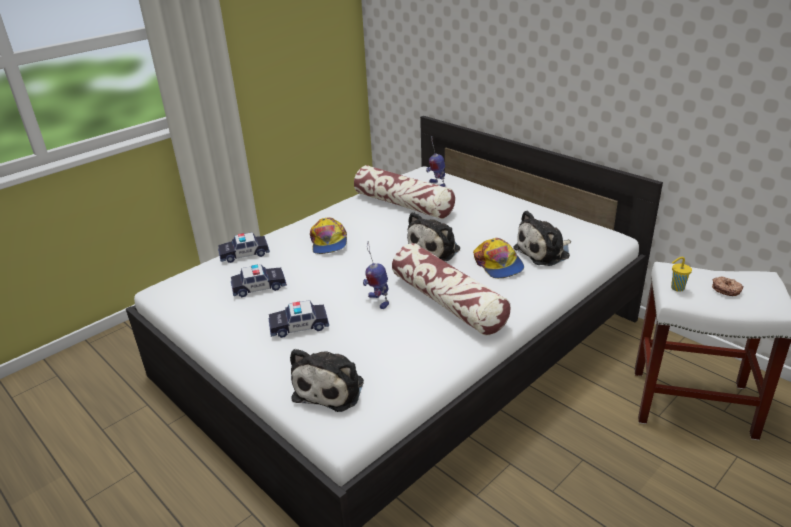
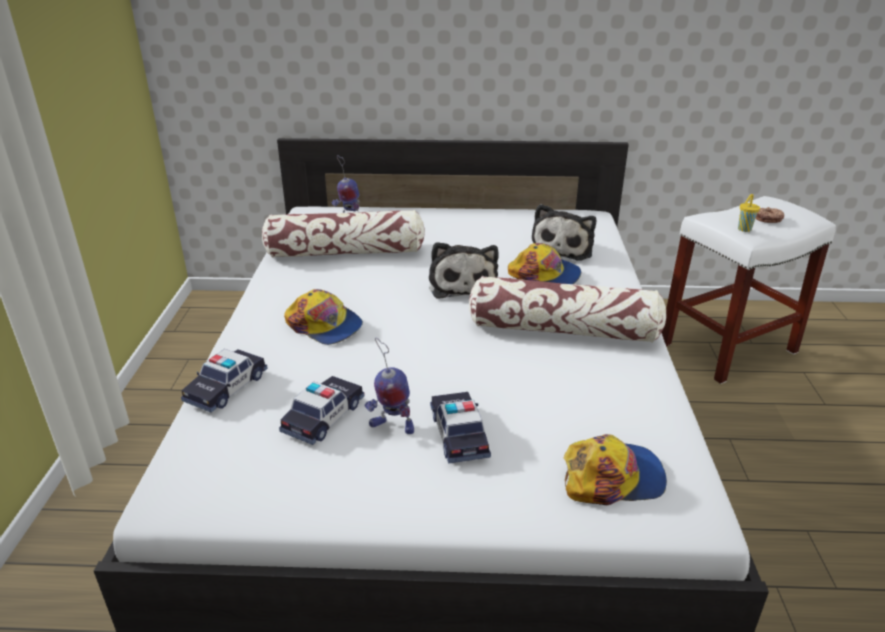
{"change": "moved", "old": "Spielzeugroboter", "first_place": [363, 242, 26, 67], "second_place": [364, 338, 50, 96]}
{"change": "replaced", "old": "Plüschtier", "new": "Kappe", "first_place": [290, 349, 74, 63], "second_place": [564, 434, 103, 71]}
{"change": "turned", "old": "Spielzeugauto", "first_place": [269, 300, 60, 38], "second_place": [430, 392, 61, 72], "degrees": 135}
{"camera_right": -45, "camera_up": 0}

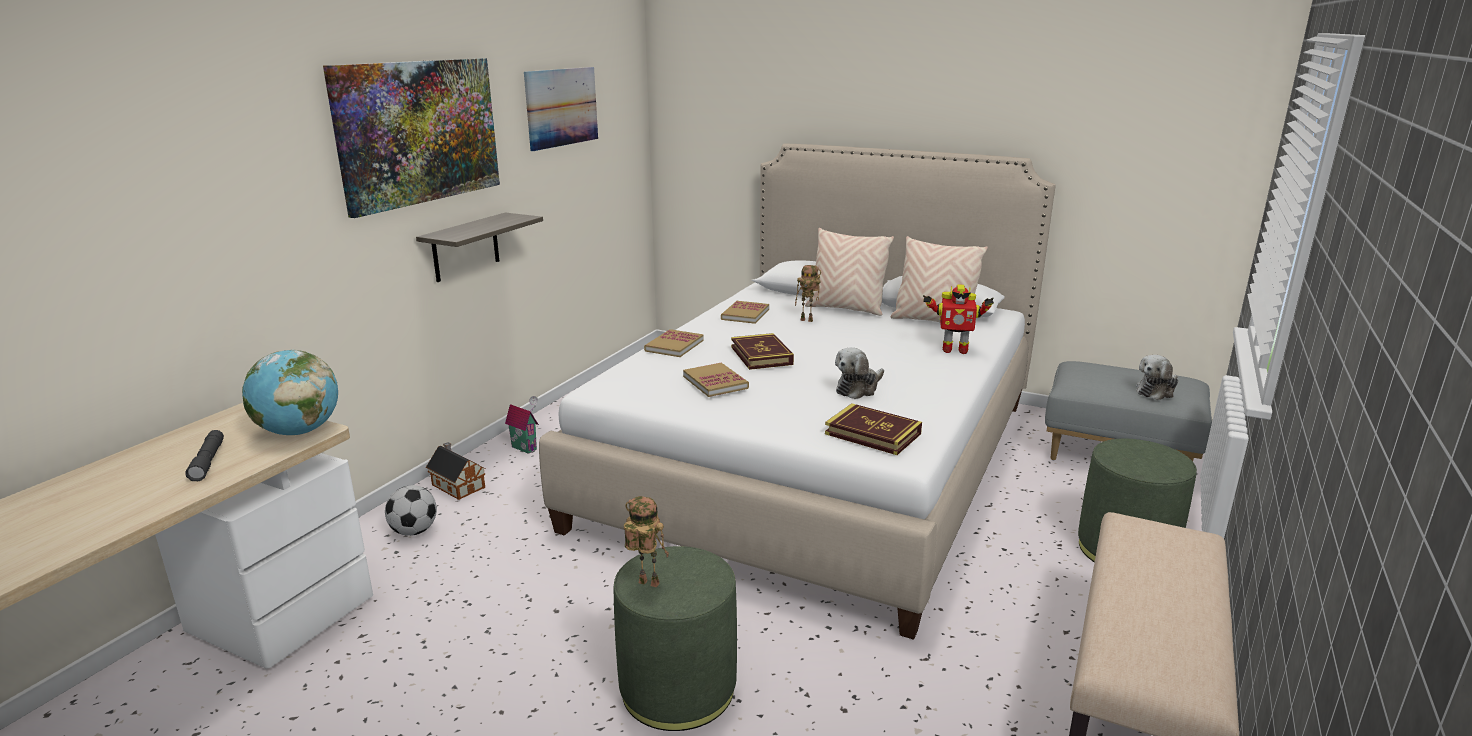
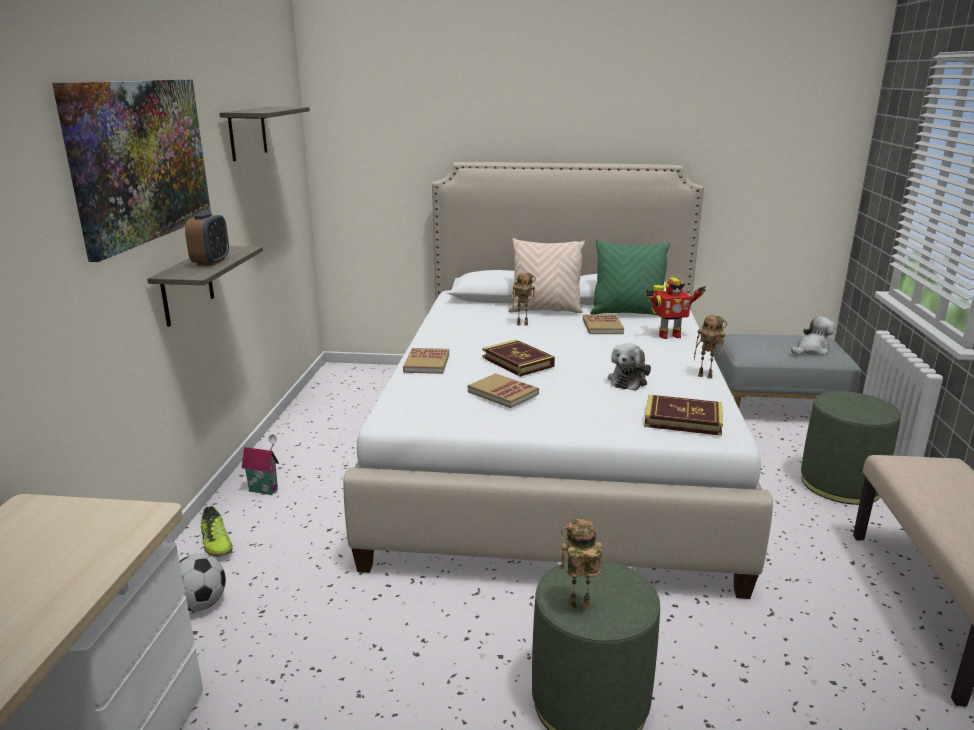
{"change": "removed", "old": "Taschenlampe (grau)", "first_place": [185, 430, 39, 51]}
{"change": "removed", "old": "Globus", "first_place": [242, 350, 96, 85]}
{"change": "added", "new": "Wecker", "second_place": [185, 212, 44, 54]}
{"change": "added", "new": "Spielzeugroboter", "second_place": [694, 315, 33, 64]}
{"change": "moved", "old": "Buch", "first_place": [721, 301, 48, 23], "second_place": [583, 314, 41, 20]}
{"change": "replaced", "old": "Spielzeughaus", "new": "Schuh", "first_place": [426, 442, 59, 58], "second_place": [201, 506, 32, 51]}
{"change": "replaced", "old": "Bild", "new": "Wandregal", "first_place": [524, 67, 74, 84], "second_place": [219, 107, 91, 54]}
{"change": "recoloured", "old": "Kissen (beige)", "new": "Kissen (grün)", "first_place": [890, 236, 98, 86], "second_place": [590, 240, 80, 76]}
{"change": "turned", "old": "Plüschtier", "first_place": [1136, 355, 42, 45], "second_place": [791, 316, 44, 39], "degrees": -150}
{"camera_right": -20, "camera_up": 0}

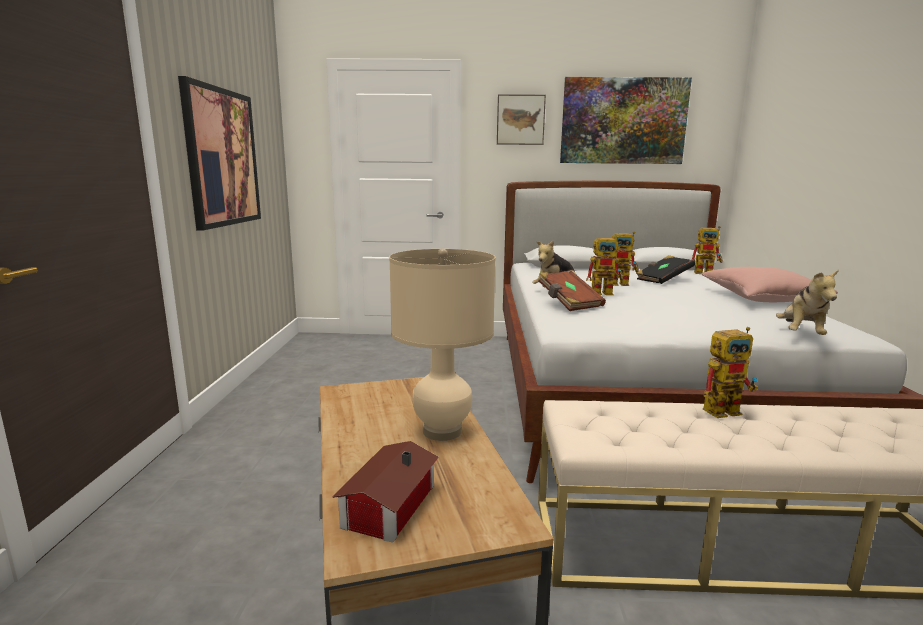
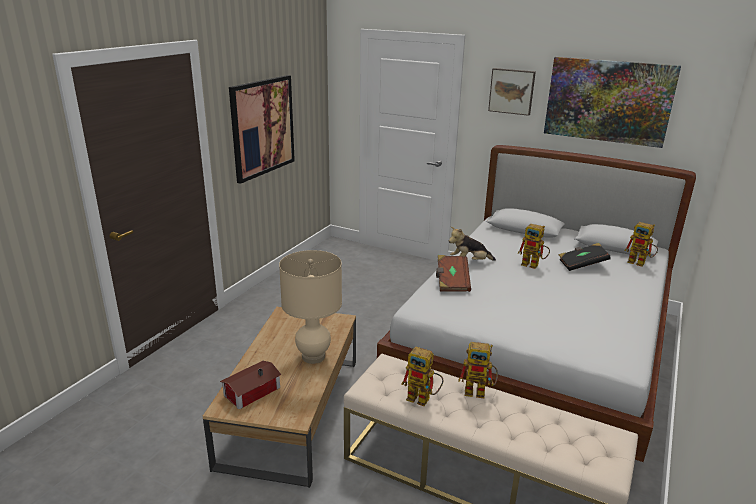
{"change": "removed", "old": "Kissen (rosa)", "first_place": [701, 267, 137, 35]}
{"change": "removed", "old": "Plüschtier", "first_place": [776, 269, 63, 66]}
{"change": "moved", "old": "Spielzeugroboter", "first_place": [586, 236, 37, 59], "second_place": [401, 347, 42, 59]}
{"camera_right": 25, "camera_up": 10}

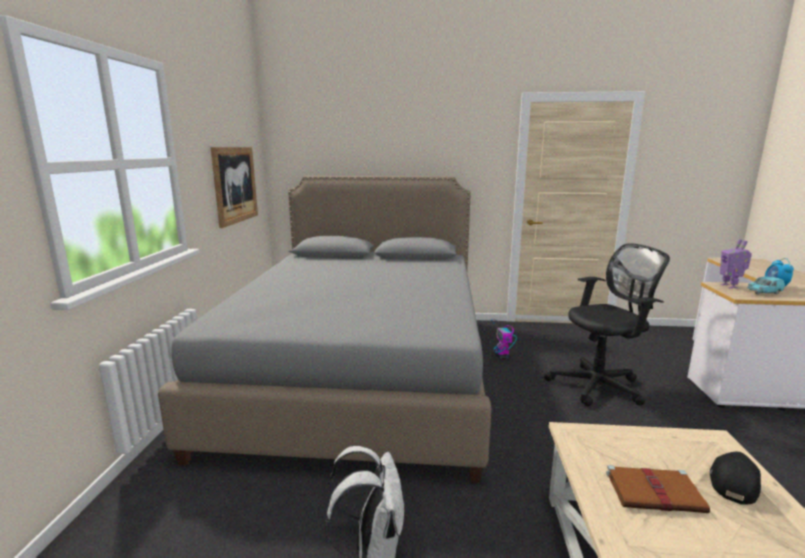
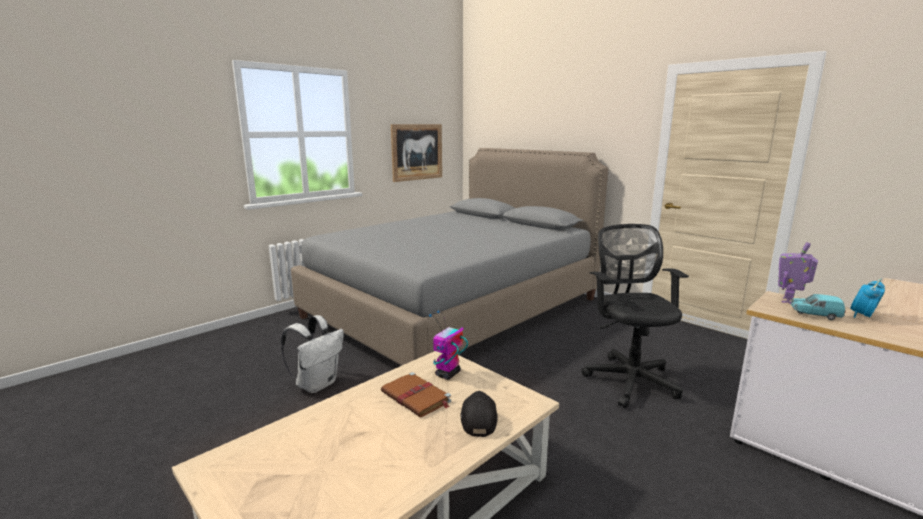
{"change": "moved", "old": "Spielzeugroboter", "first_place": [491, 319, 26, 40], "second_place": [429, 310, 39, 70]}
{"change": "turned", "old": "Bürostuhl (schwarz)", "first_place": [544, 243, 126, 163], "second_place": [582, 224, 107, 184], "degrees": -120}
{"change": "turned", "old": "Kappe (schwarz)", "first_place": [710, 451, 51, 54], "second_place": [460, 391, 38, 46], "degrees": -75}
{"camera_right": 40, "camera_up": 0}

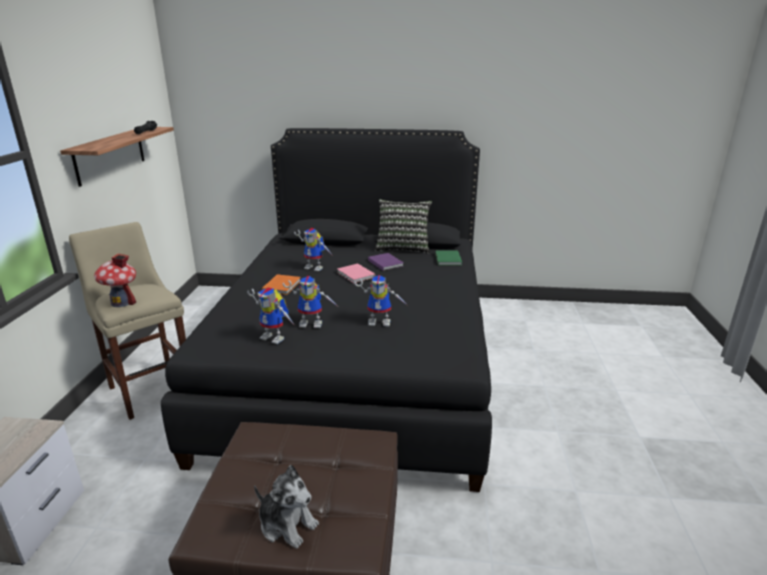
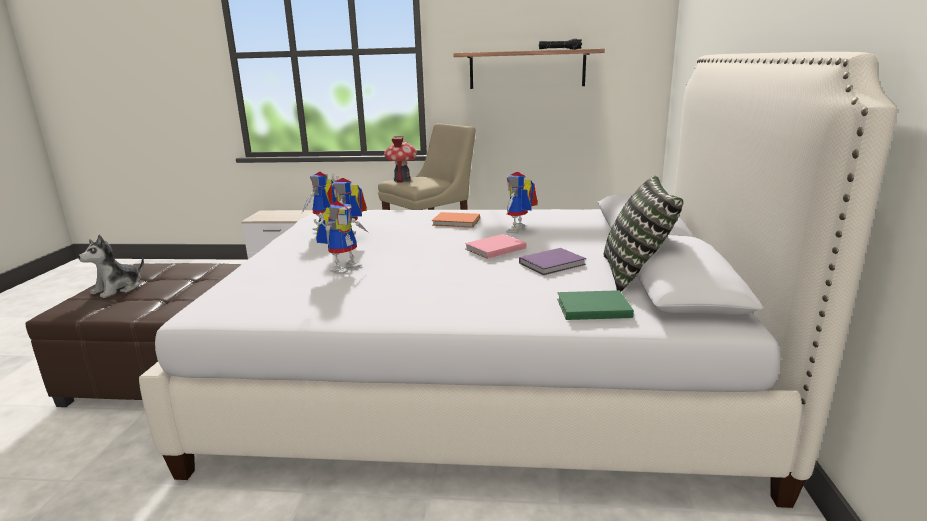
{"change": "recoloured", "old": "Bett (schwarz)", "new": "Bett (weiß)", "first_place": [161, 128, 331, 364], "second_place": [139, 52, 757, 456]}
{"change": "turned", "old": "Spielzeugroboter", "first_place": [354, 275, 53, 52], "second_place": [314, 201, 55, 73], "degrees": -150}
{"camera_right": 90, "camera_up": -5}

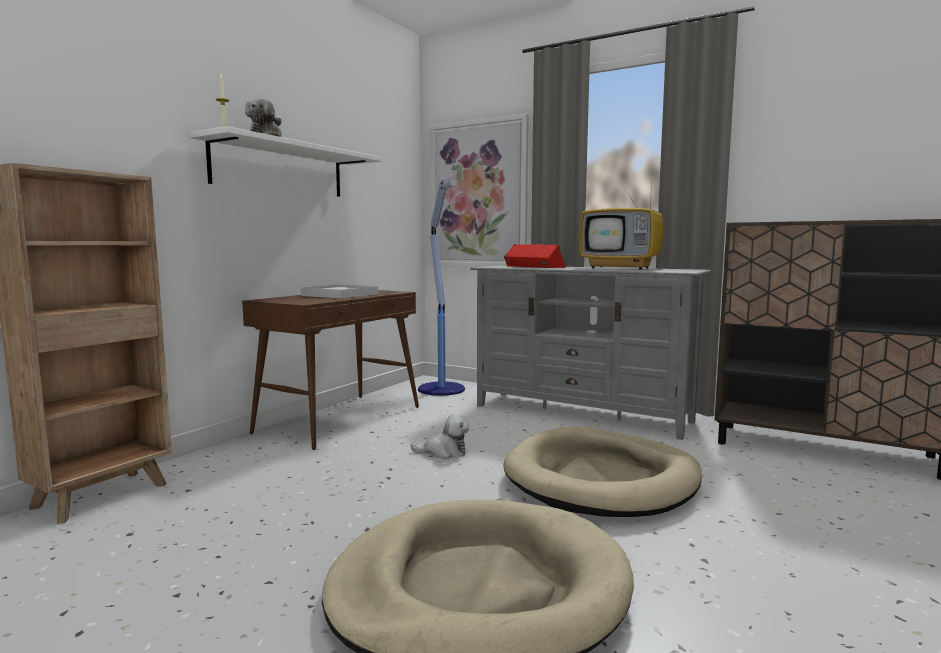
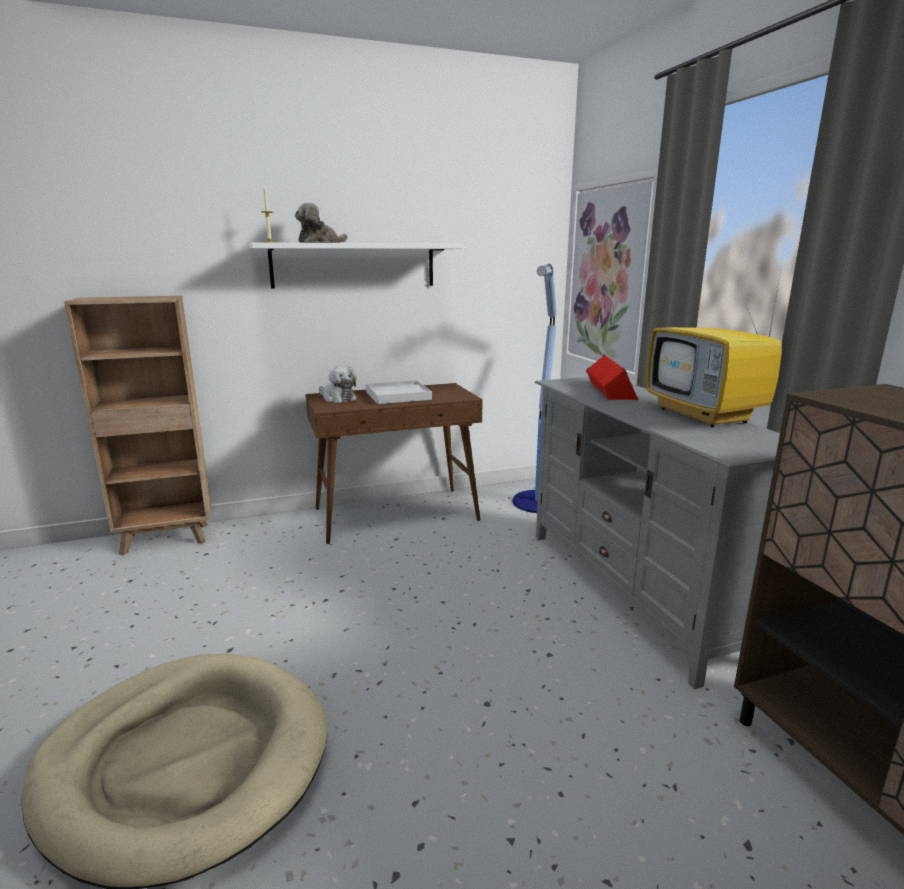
{"change": "removed", "old": "Hundebett (beige)", "first_place": [503, 426, 199, 91]}
{"change": "moved", "old": "Plüschtier", "first_place": [410, 414, 60, 45], "second_place": [319, 365, 38, 38]}
{"camera_right": 40, "camera_up": 10}

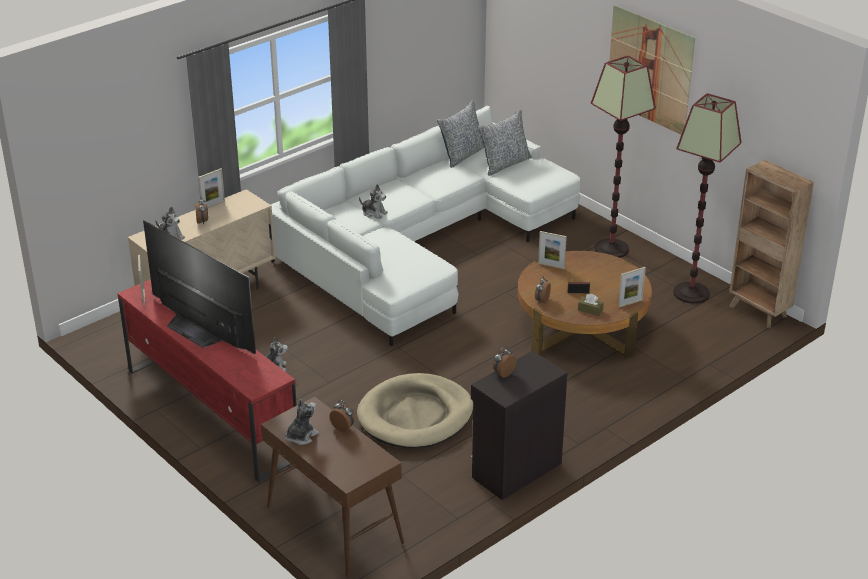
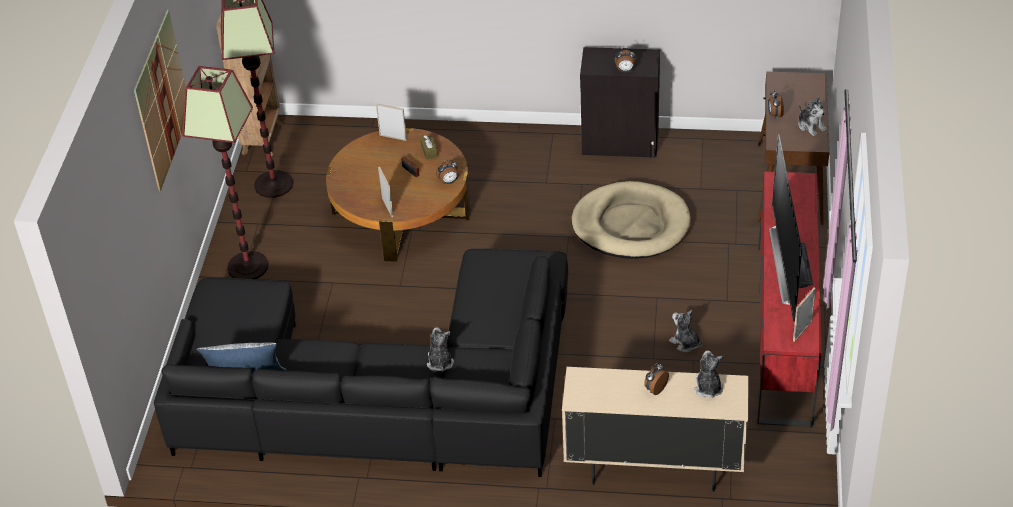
{"change": "removed", "old": "Bilderrahmen", "first_place": [198, 168, 27, 40]}
{"change": "removed", "old": "Kissen", "first_place": [478, 109, 54, 67]}
{"change": "recoloured", "old": "Sofa (weiß)", "new": "Sofa (schwarz)", "first_place": [271, 106, 310, 240], "second_place": [154, 248, 414, 229]}
{"change": "turned", "old": "Plüschtier", "first_place": [285, 399, 34, 46], "second_place": [798, 97, 29, 39], "degrees": -120}
{"camera_right": -130, "camera_up": 10}

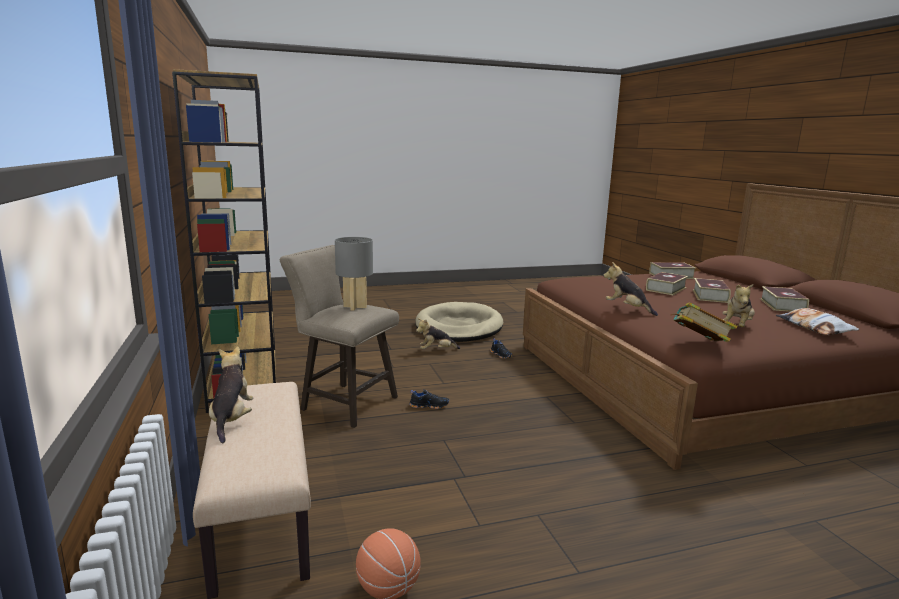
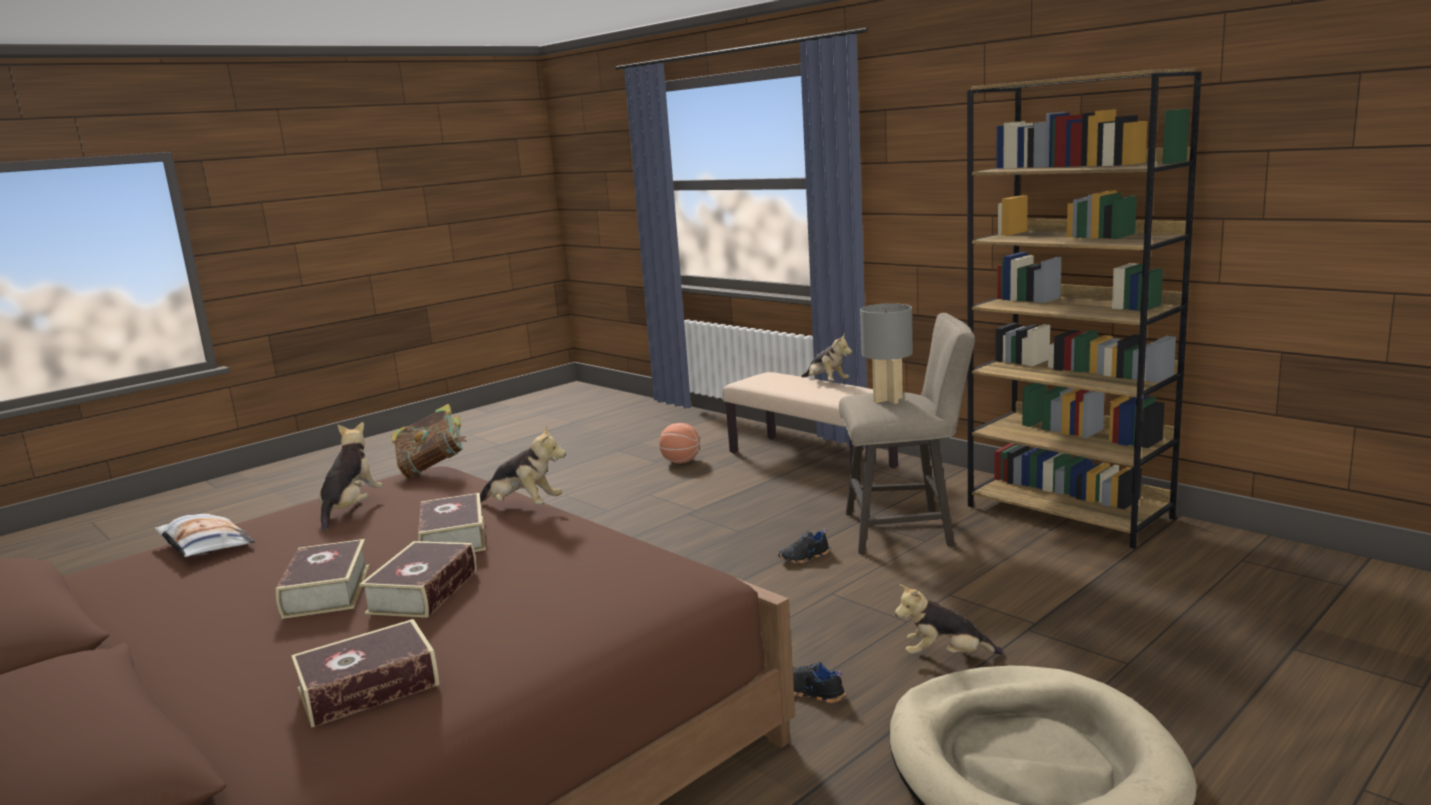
{"change": "moved", "old": "Buch", "first_place": [760, 286, 49, 26], "second_place": [418, 493, 68, 59]}
{"change": "turned", "old": "Plüschtier", "first_place": [416, 318, 44, 31], "second_place": [895, 584, 108, 70], "degrees": -135}
{"camera_right": 155, "camera_up": 0}

